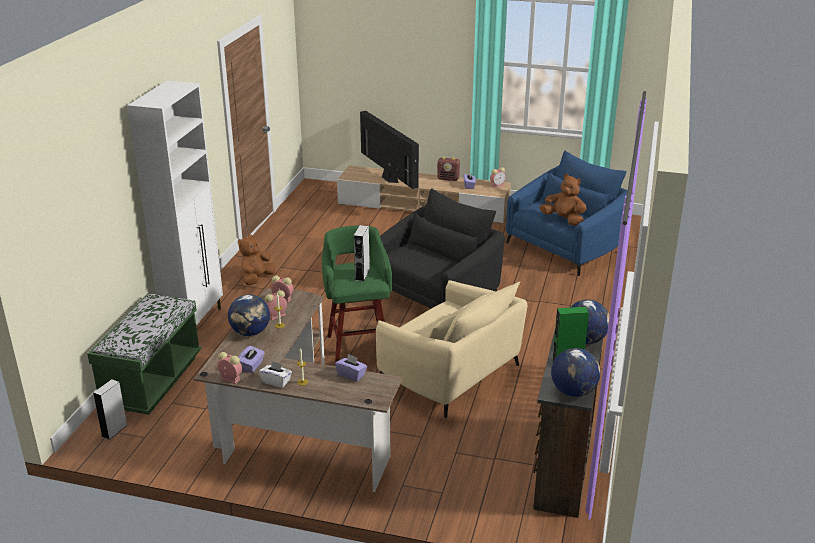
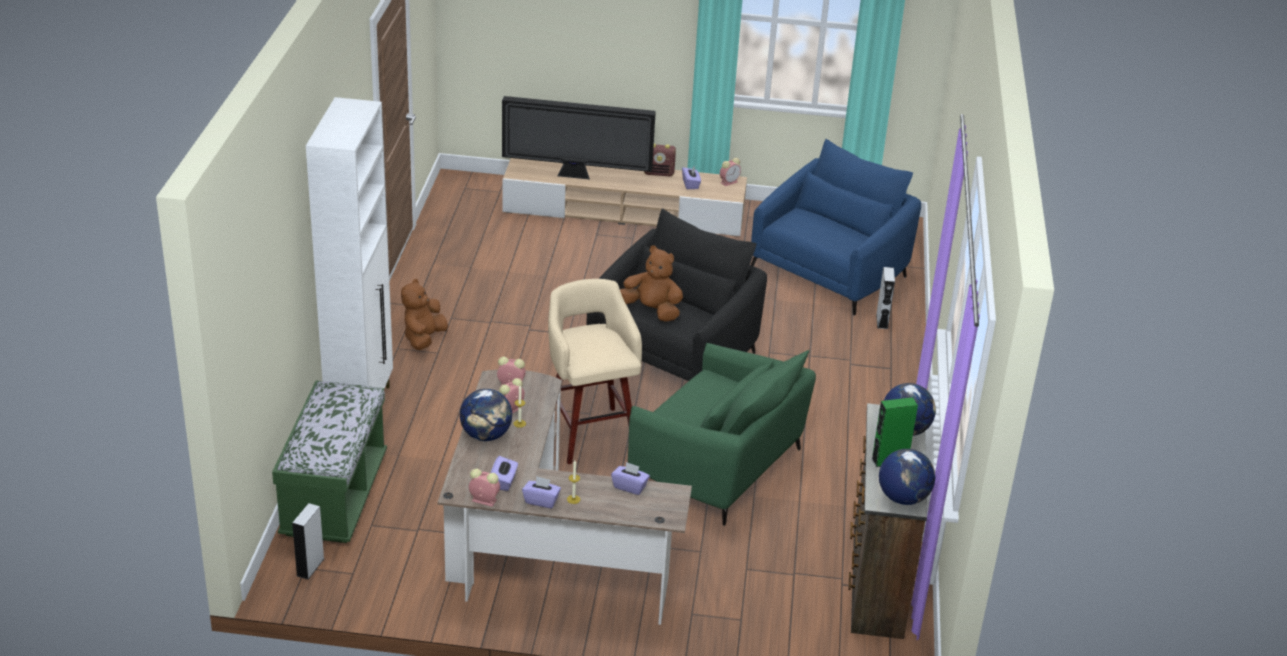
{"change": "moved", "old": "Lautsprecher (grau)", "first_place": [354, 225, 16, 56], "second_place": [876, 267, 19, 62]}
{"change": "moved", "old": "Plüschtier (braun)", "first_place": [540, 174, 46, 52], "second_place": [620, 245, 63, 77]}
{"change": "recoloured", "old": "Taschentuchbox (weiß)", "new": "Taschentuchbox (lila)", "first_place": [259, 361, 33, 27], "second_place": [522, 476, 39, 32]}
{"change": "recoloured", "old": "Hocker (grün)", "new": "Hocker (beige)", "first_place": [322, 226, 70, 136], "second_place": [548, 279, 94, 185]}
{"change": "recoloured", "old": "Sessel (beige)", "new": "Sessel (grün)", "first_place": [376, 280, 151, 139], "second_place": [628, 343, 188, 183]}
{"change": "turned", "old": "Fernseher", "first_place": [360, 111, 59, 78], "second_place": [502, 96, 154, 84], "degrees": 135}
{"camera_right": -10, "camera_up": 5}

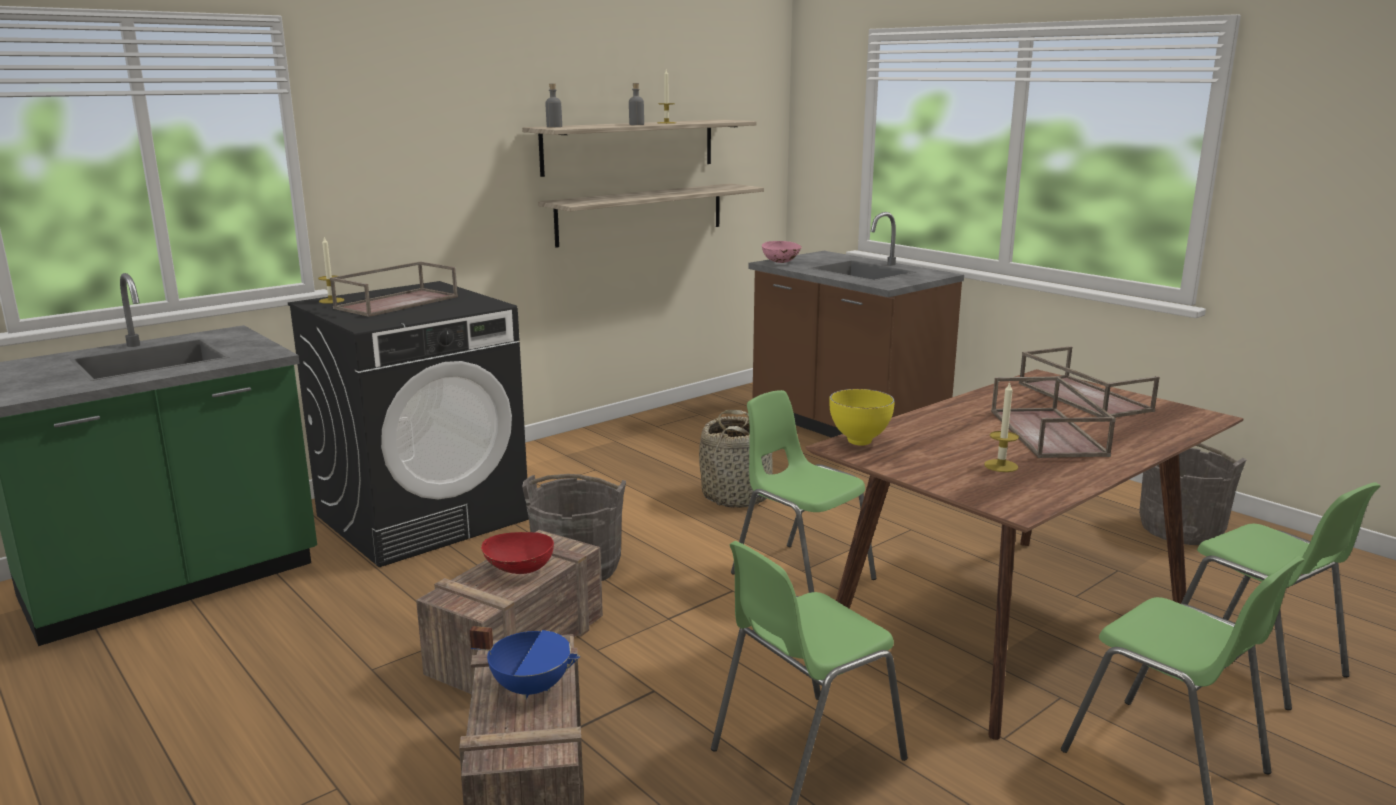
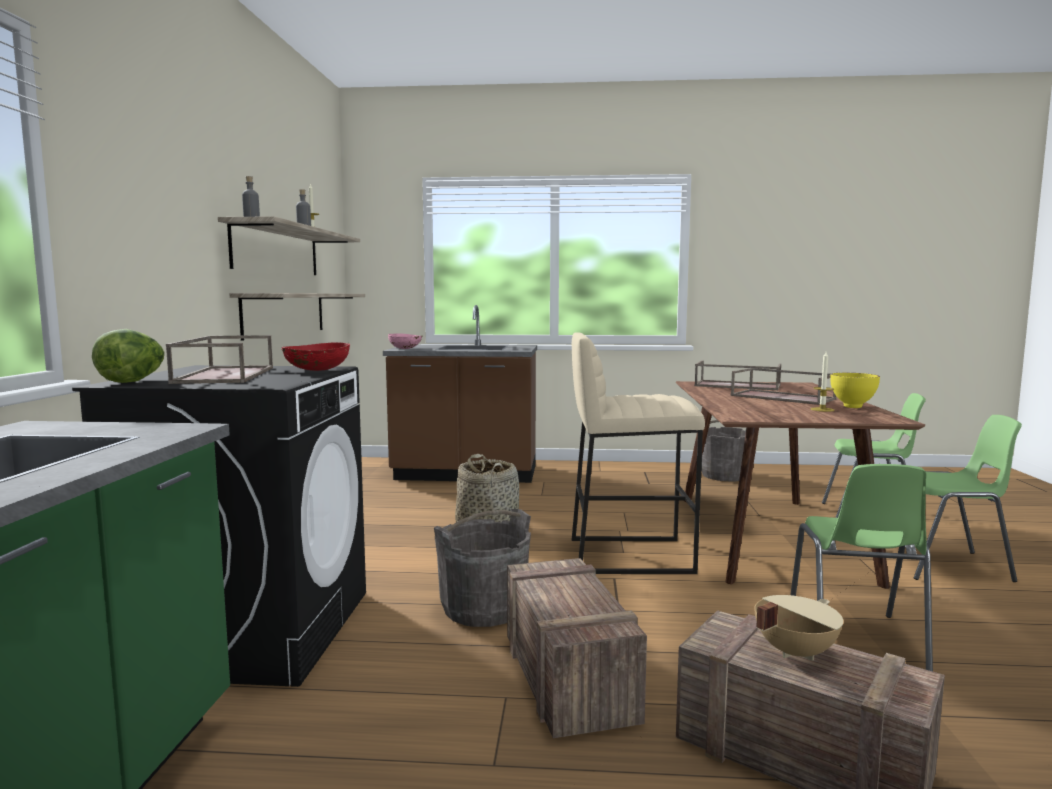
{"change": "moved", "old": "Schüssel (rot)", "first_place": [481, 532, 73, 42], "second_place": [282, 342, 68, 29]}
{"change": "moved", "old": "Schüssel (gelb)", "first_place": [829, 389, 66, 57], "second_place": [830, 373, 50, 35]}
{"change": "replaced", "old": "Kerze", "new": "Salatkopf", "first_place": [318, 237, 26, 67], "second_place": [92, 329, 73, 54]}
{"change": "replaced", "old": "Stuhl (grün)", "new": "Hocker (beige)", "first_place": [731, 390, 145, 203], "second_place": [572, 332, 133, 242]}
{"change": "recoloured", "old": "Kochtopf (blau)", "new": "Kochtopf (beige)", "first_place": [470, 626, 110, 74], "second_place": [754, 595, 89, 66]}
{"camera_right": -45, "camera_up": -10}

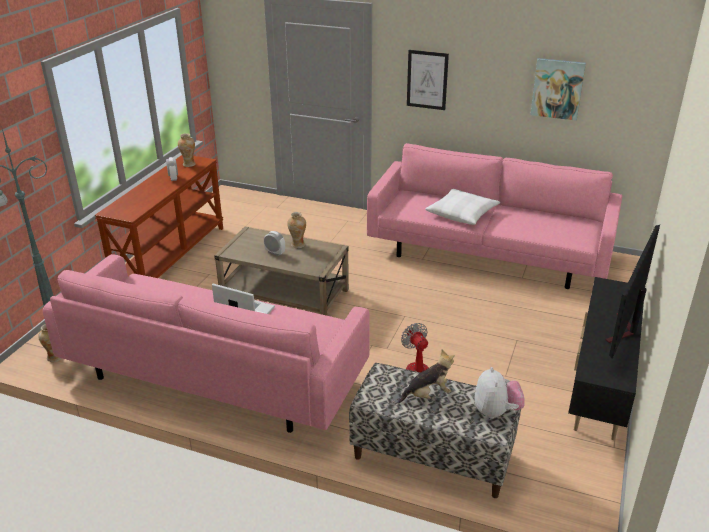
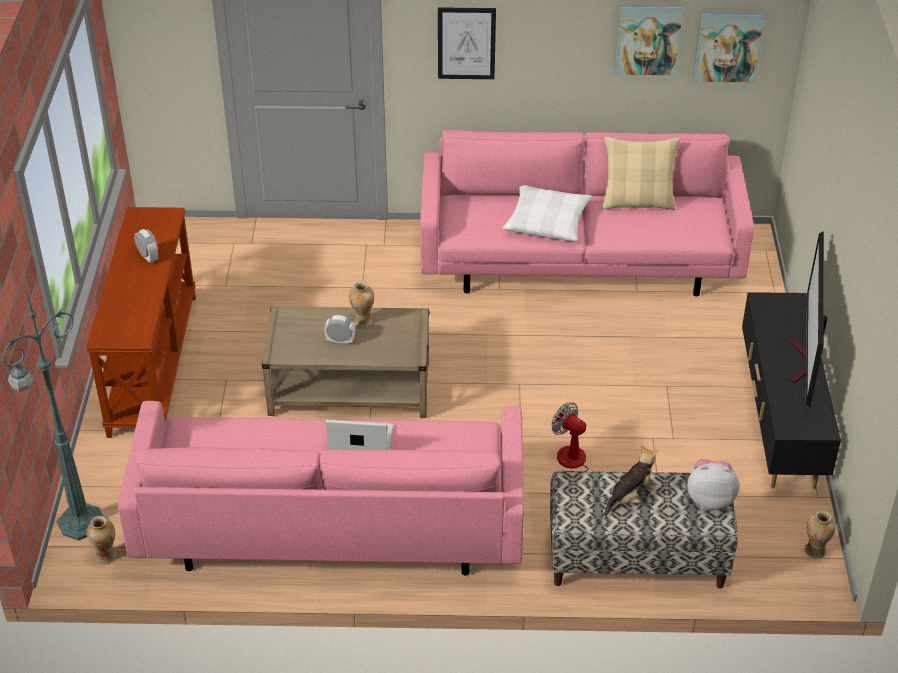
{"change": "added", "new": "Kissen (beige)", "second_place": [601, 137, 79, 73]}
{"change": "added", "new": "Bild", "second_place": [693, 12, 71, 70]}
{"change": "moved", "old": "Vase", "first_place": [178, 133, 18, 34], "second_place": [805, 510, 31, 48]}
{"change": "turned", "old": "Plüschtier", "first_place": [474, 367, 51, 52], "second_place": [687, 459, 53, 51], "degrees": -60}
{"camera_right": -20, "camera_up": 10}

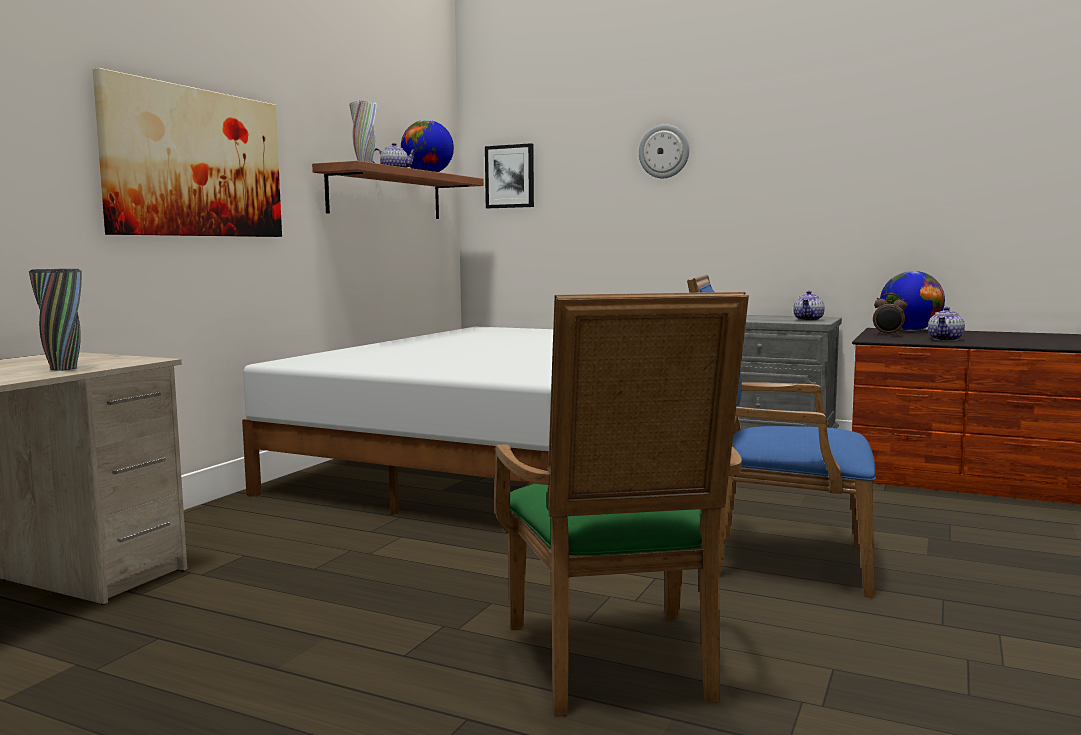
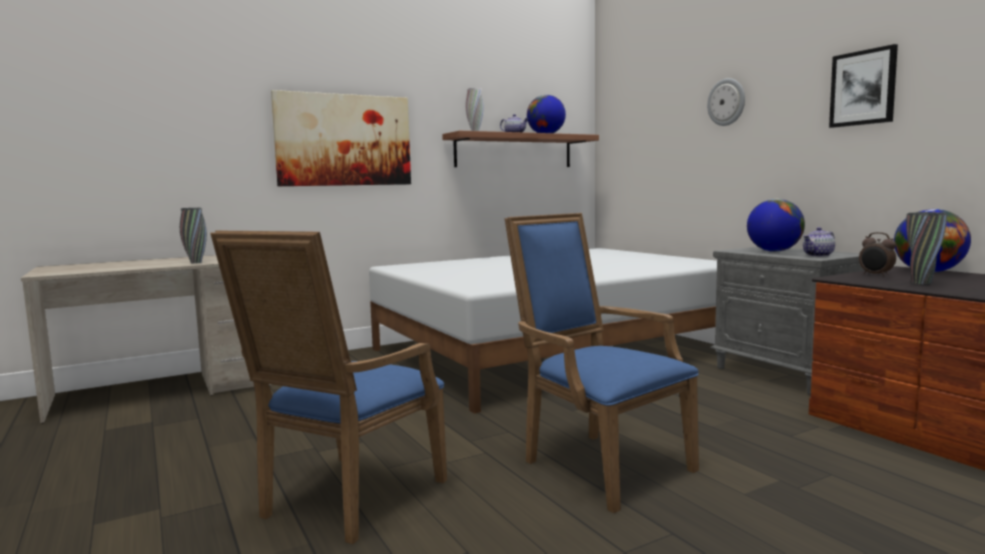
{"change": "added", "new": "Globus", "second_place": [747, 199, 58, 53]}
{"change": "moved", "old": "Bild", "first_place": [485, 143, 49, 65], "second_place": [829, 44, 69, 84]}
{"change": "replaced", "old": "Teekanne", "new": "Vase (grau)", "first_place": [928, 307, 37, 34], "second_place": [906, 212, 41, 73]}
{"change": "recoloured", "old": "Sessel (grün)", "new": "Sessel (blau)", "first_place": [494, 292, 255, 425], "second_place": [210, 230, 237, 314]}
{"camera_right": 35, "camera_up": 0}

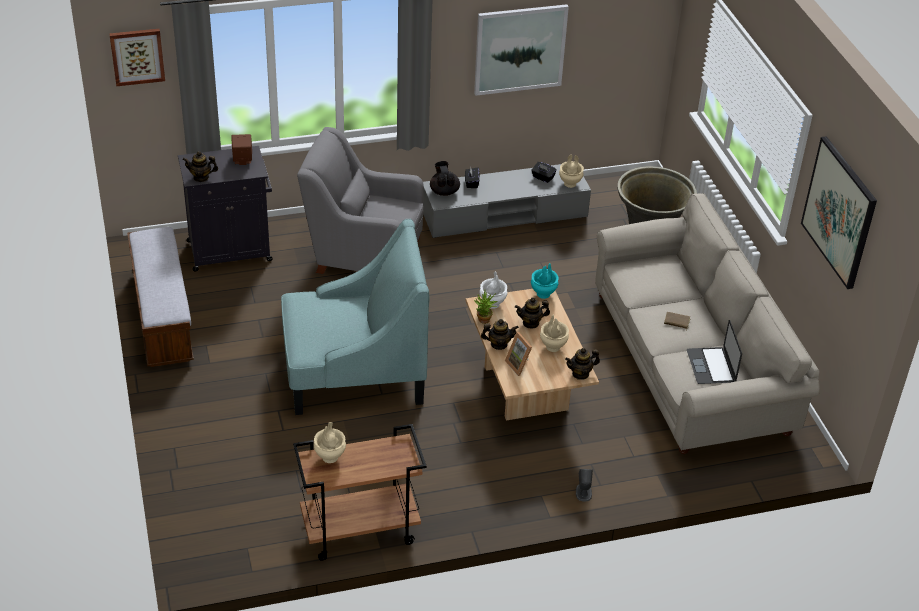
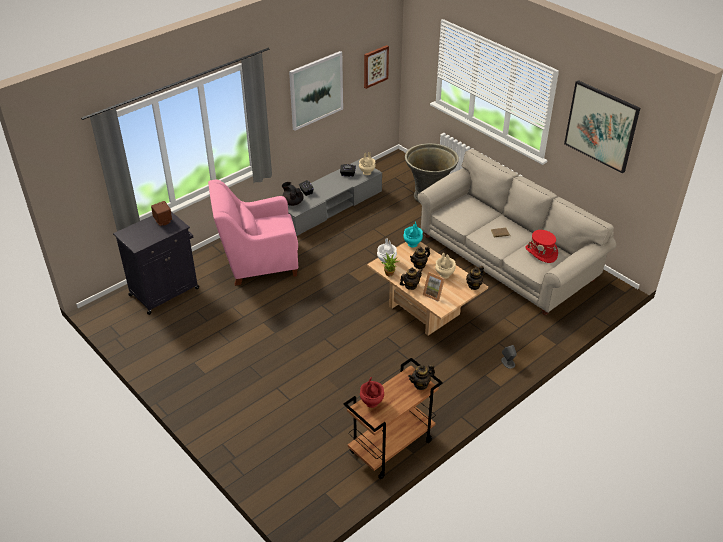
{"change": "removed", "old": "Bank", "first_place": [127, 227, 67, 140]}
{"change": "removed", "old": "Sessel (türkis)", "first_place": [281, 219, 149, 196]}
{"change": "moved", "old": "Bild", "first_place": [109, 29, 56, 57], "second_place": [364, 45, 25, 44]}
{"change": "moved", "old": "Teekanne", "first_place": [183, 151, 35, 31], "second_place": [408, 364, 27, 26]}
{"change": "replaced", "old": "Laptop", "new": "Hut (rot)", "first_place": [687, 320, 55, 64], "second_place": [526, 230, 32, 33]}
{"change": "recoloured", "old": "Sessel (grau)", "new": "Sessel (rosa)", "first_place": [297, 127, 127, 147], "second_place": [208, 180, 90, 106]}
{"change": "recoloured", "old": "Vase (beige)", "new": "Vase (rot)", "first_place": [314, 422, 32, 41], "second_place": [360, 377, 24, 31]}
{"camera_right": -25, "camera_up": 0}

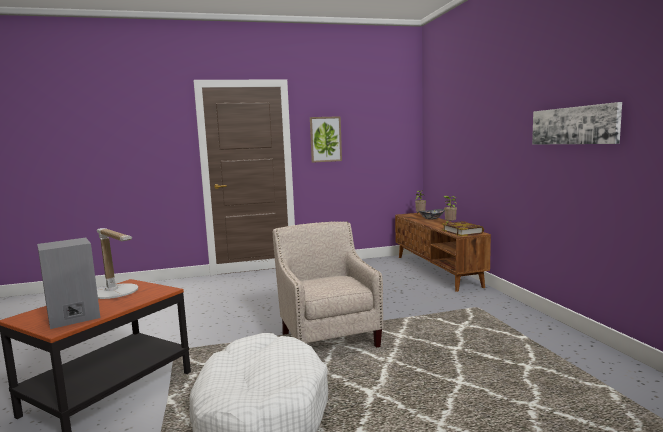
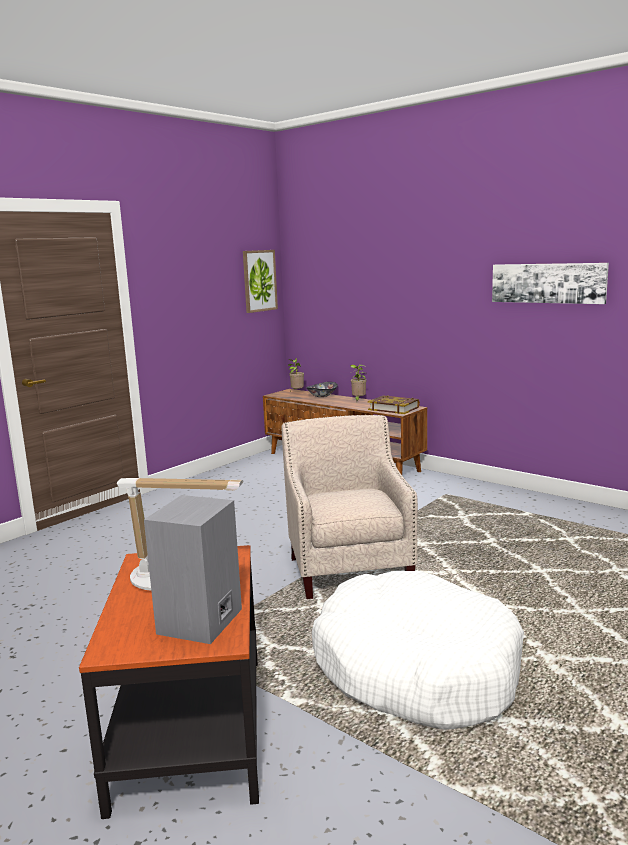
{"change": "moved", "old": "Bild", "first_place": [310, 116, 32, 47], "second_place": [243, 250, 35, 63]}
{"change": "turned", "old": "Sessel (beige)", "first_place": [273, 221, 111, 127], "second_place": [281, 415, 137, 184], "degrees": 45}
{"camera_right": -35, "camera_up": 5}

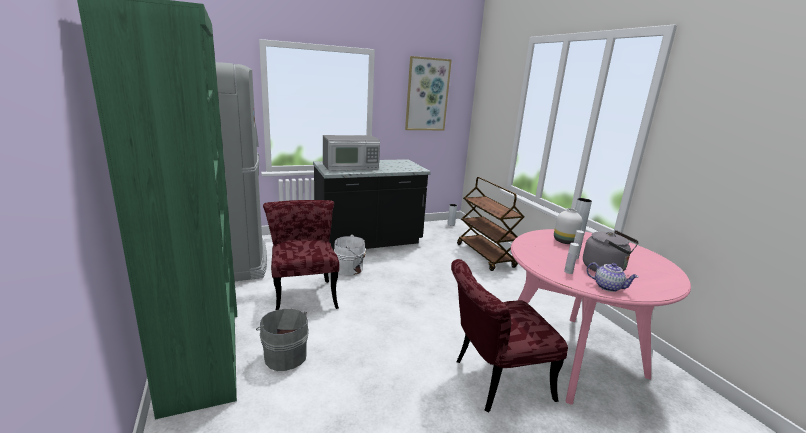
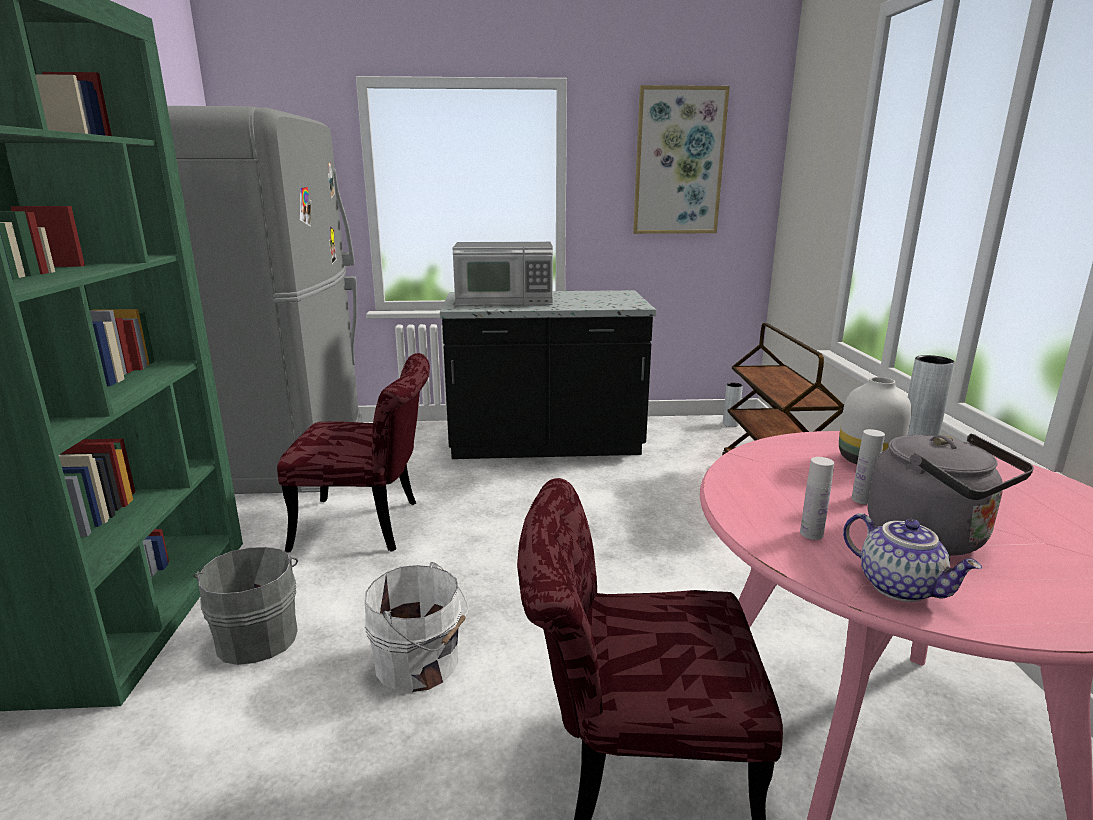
{"change": "moved", "old": "Eimer (weiß)", "first_place": [334, 235, 32, 40], "second_place": [365, 562, 104, 130]}
{"change": "turned", "old": "Stuhl (rot)", "first_place": [263, 200, 77, 110], "second_place": [277, 353, 153, 200], "degrees": 90}
{"camera_right": 20, "camera_up": 0}

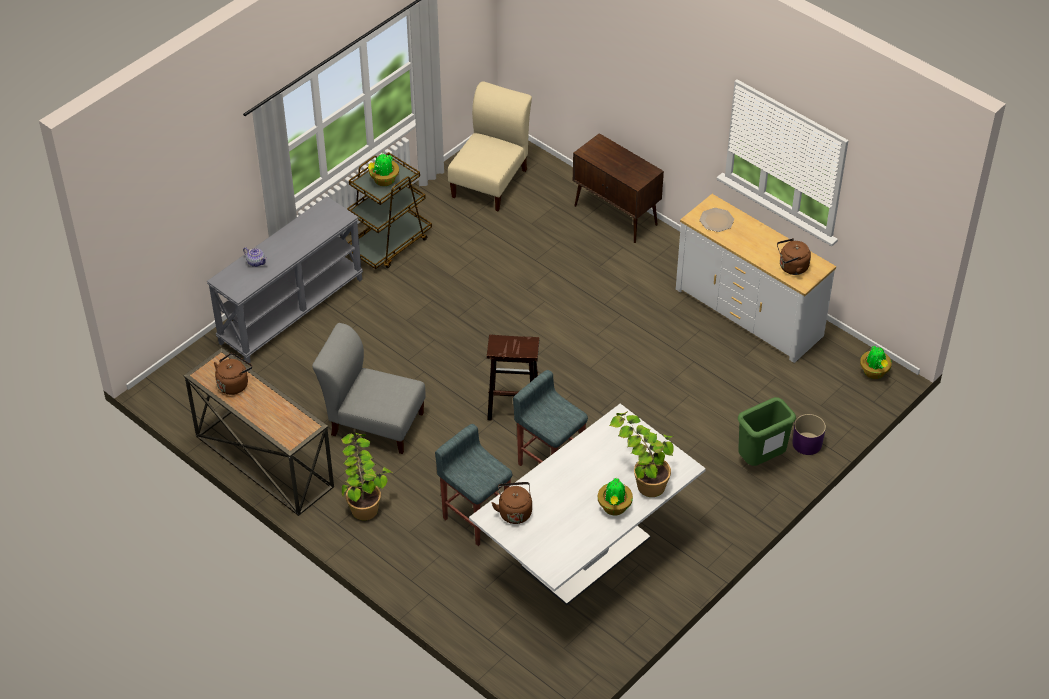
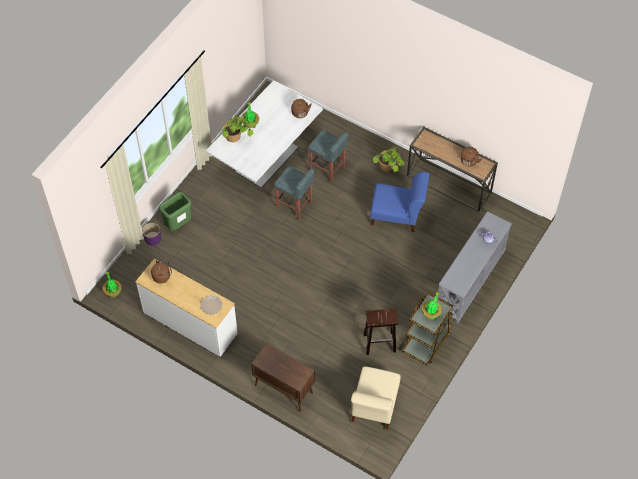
{"change": "moved", "old": "Hocker (braun)", "first_place": [487, 335, 52, 85], "second_place": [364, 308, 34, 47]}
{"change": "recoloured", "old": "Stuhl (grau)", "new": "Stuhl (blau)", "first_place": [312, 323, 114, 131], "second_place": [370, 172, 59, 60]}
{"camera_right": 170, "camera_up": 10}

